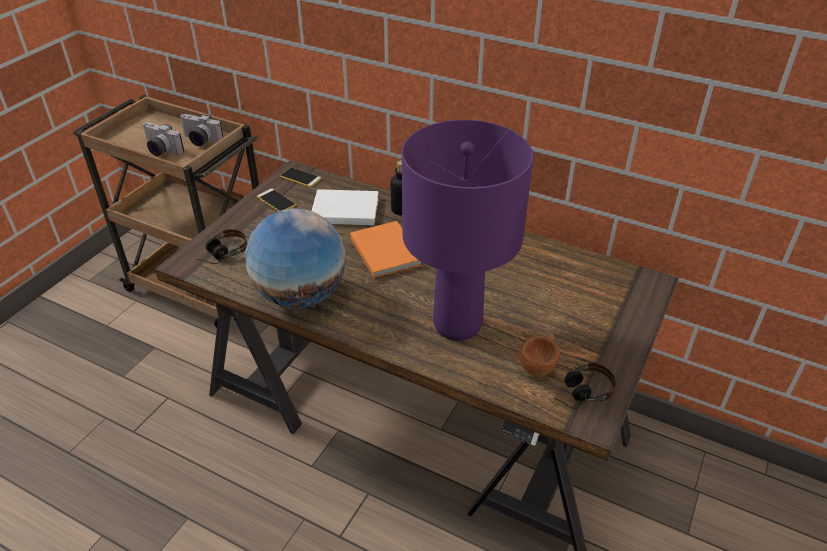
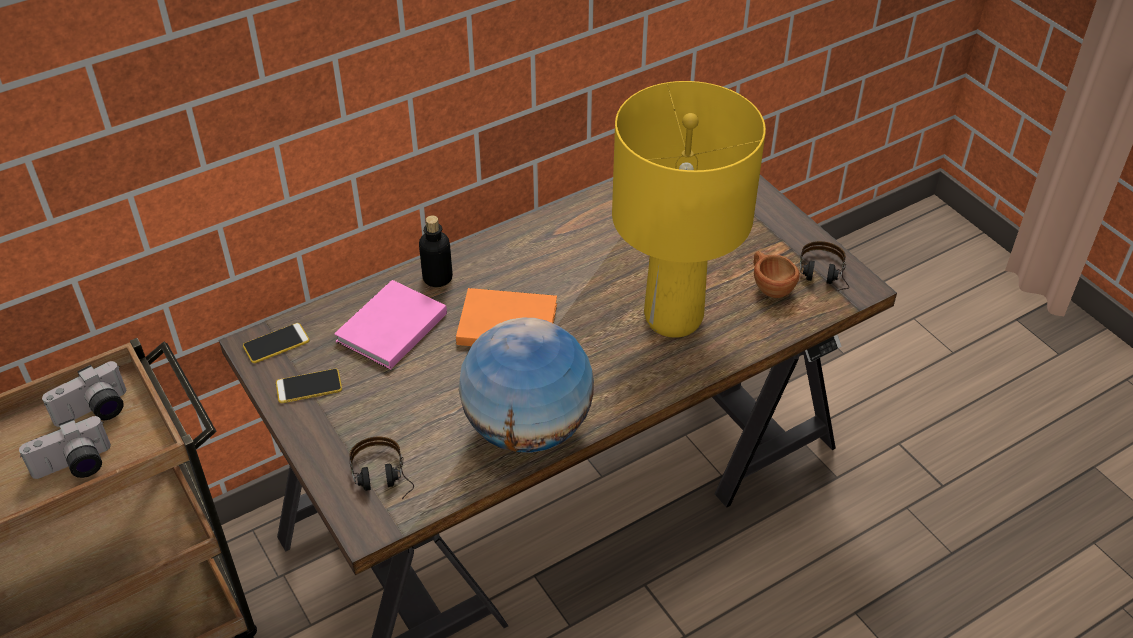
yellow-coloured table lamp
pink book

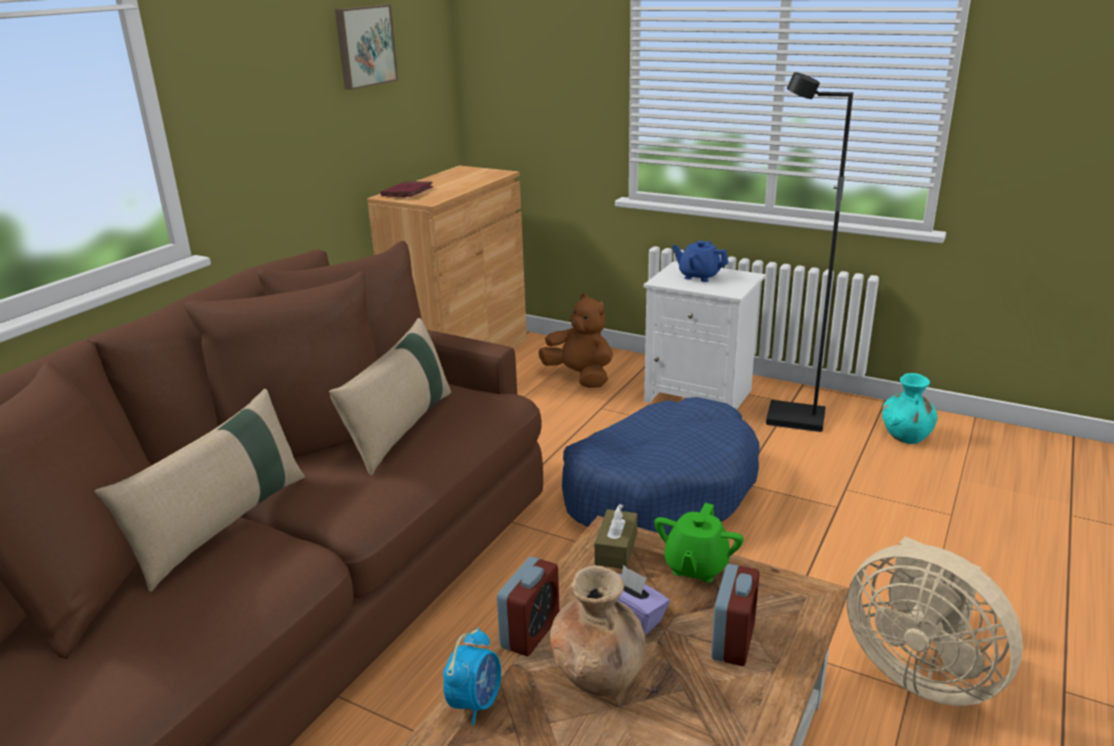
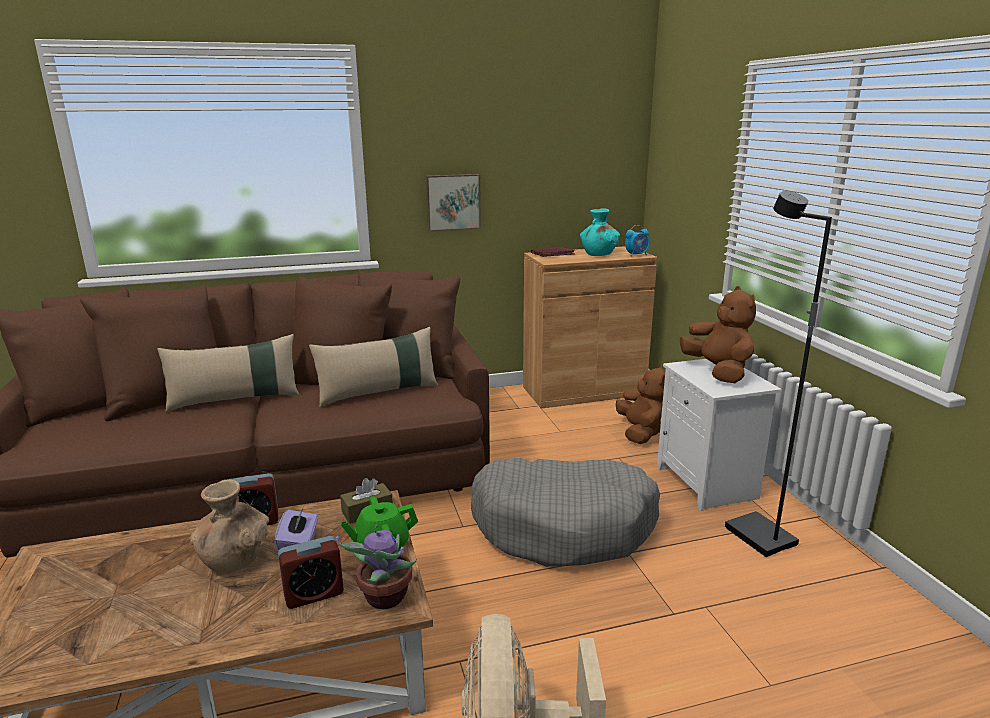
wall picture
brown cuddly toy (no. 2 from left)
turquoise-coloured decorative vase
grey pet bed
table clock (no. 3 from left)
plant in a pot

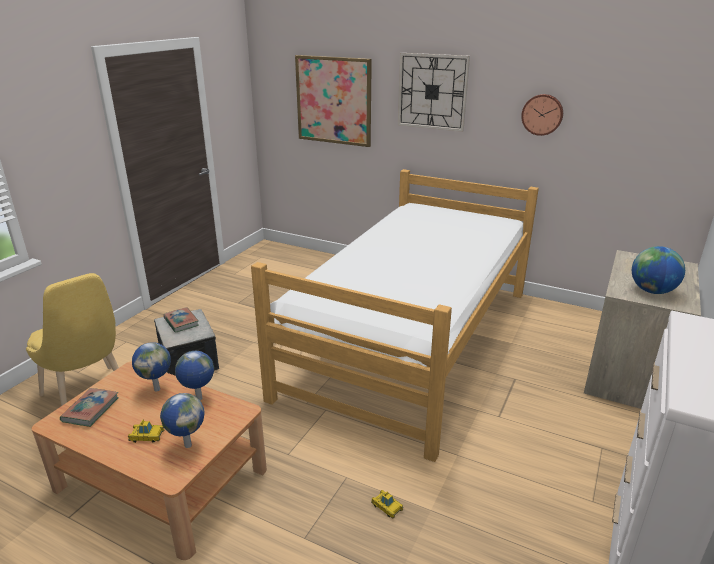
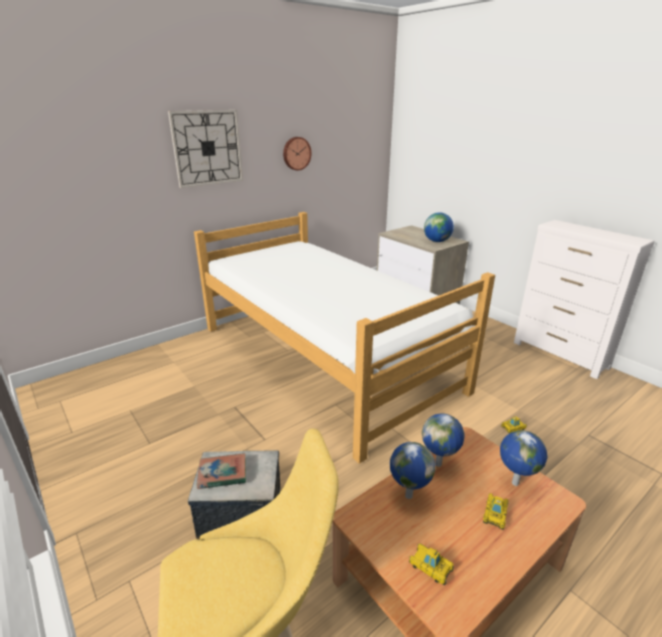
wall picture
miniature car (no. 1 from left)

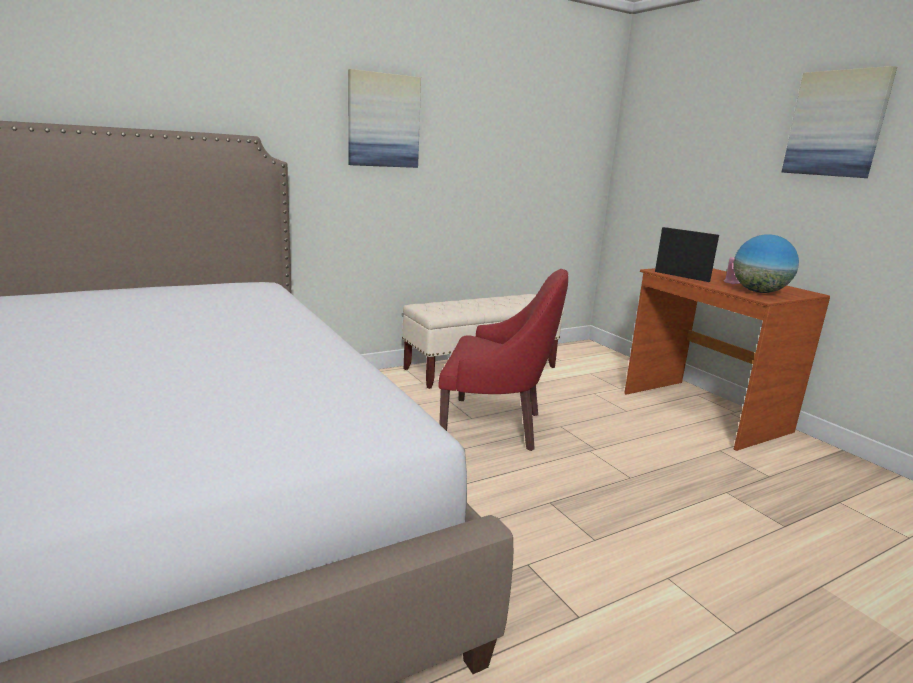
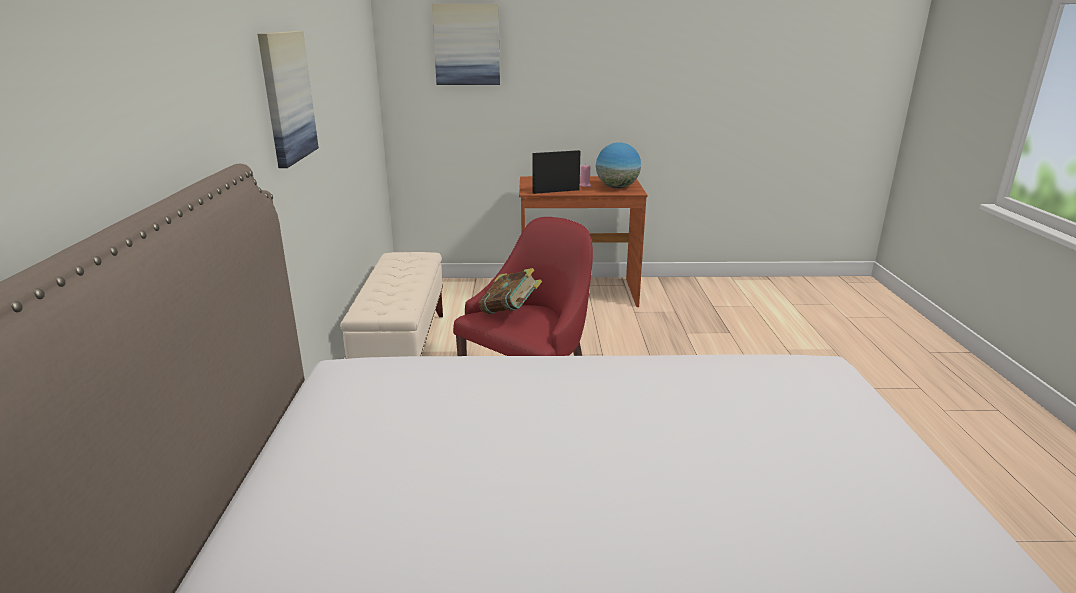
wall picture (no. 2 from left)
book

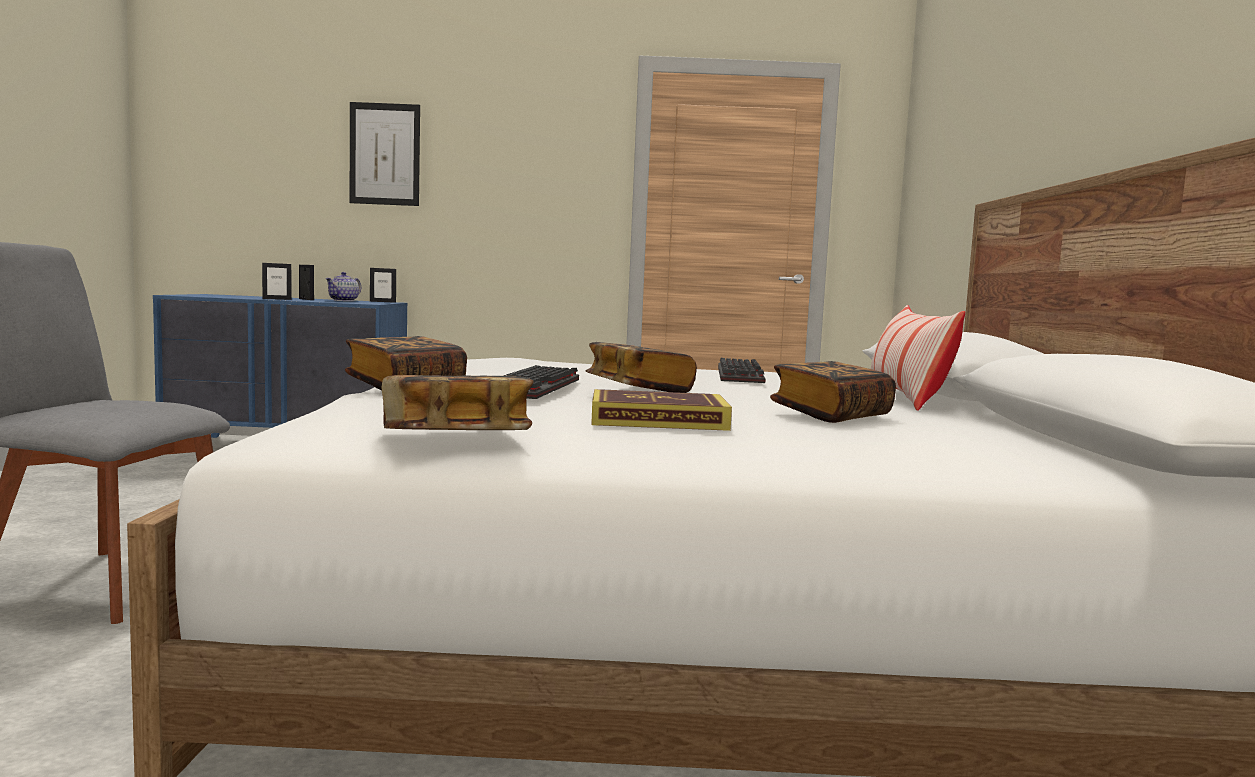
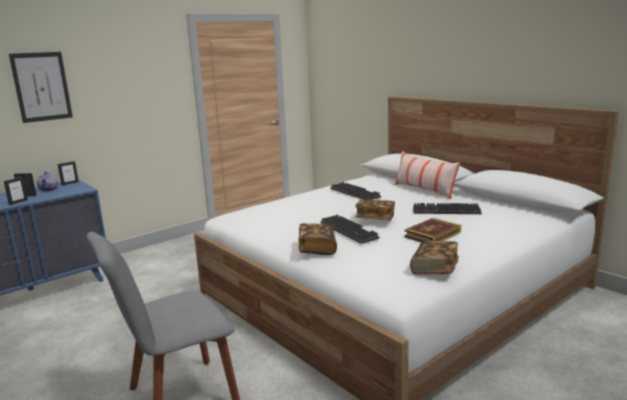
computer keyboard (no. 3 from left)

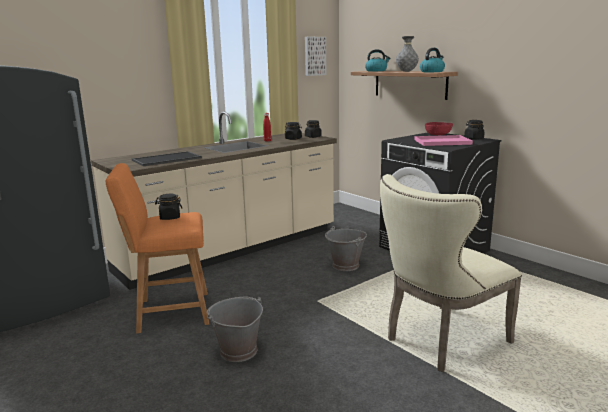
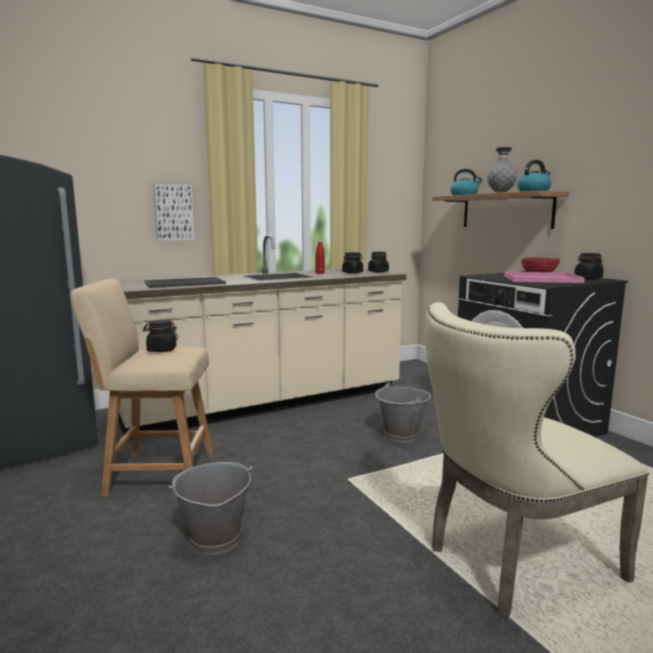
wall picture
beige-coloured stool seat

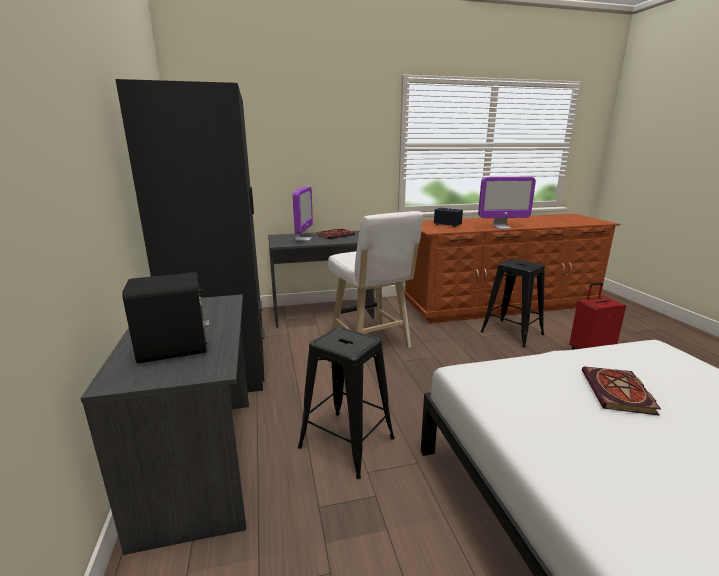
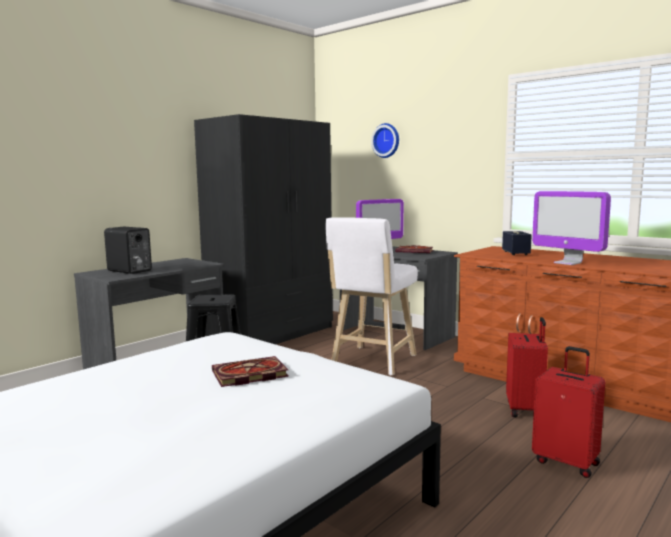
reddish piece of luggage (no. 1 from left)
wall clock

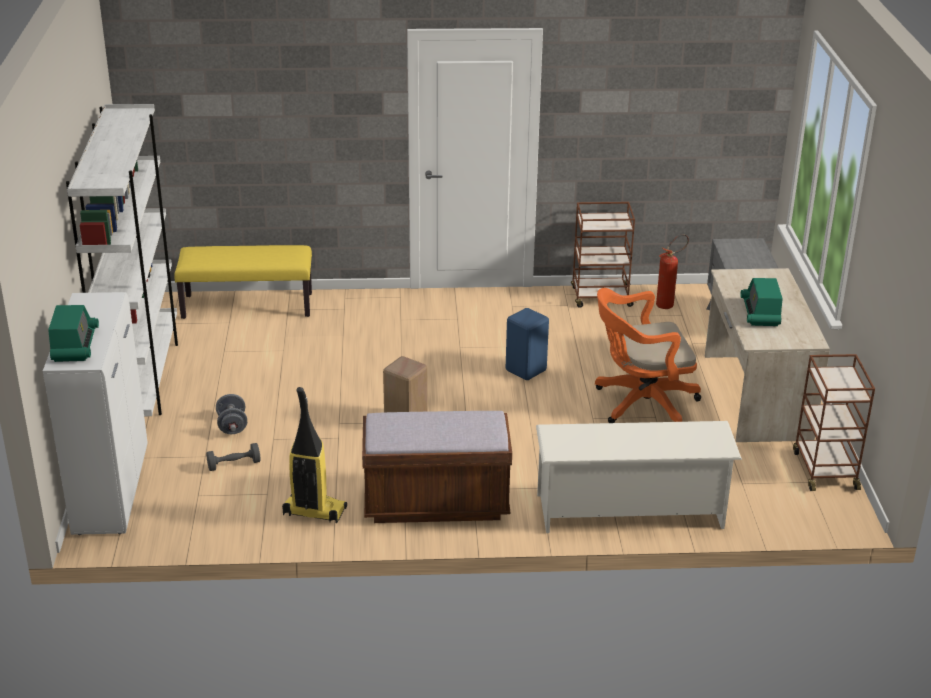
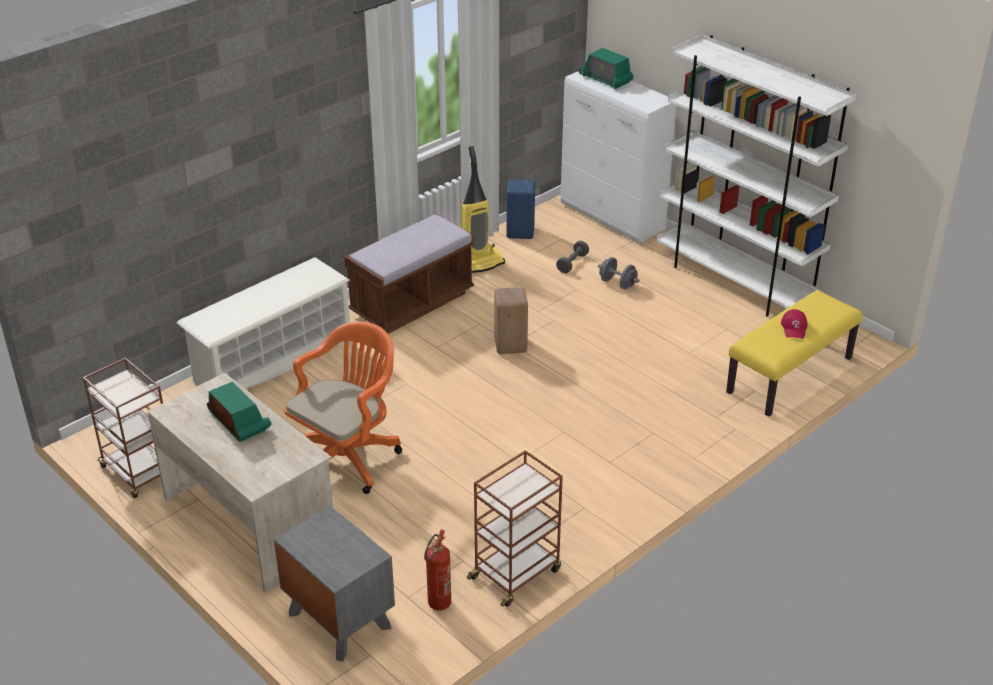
blue-coloured stool seat
reddish peaked cap

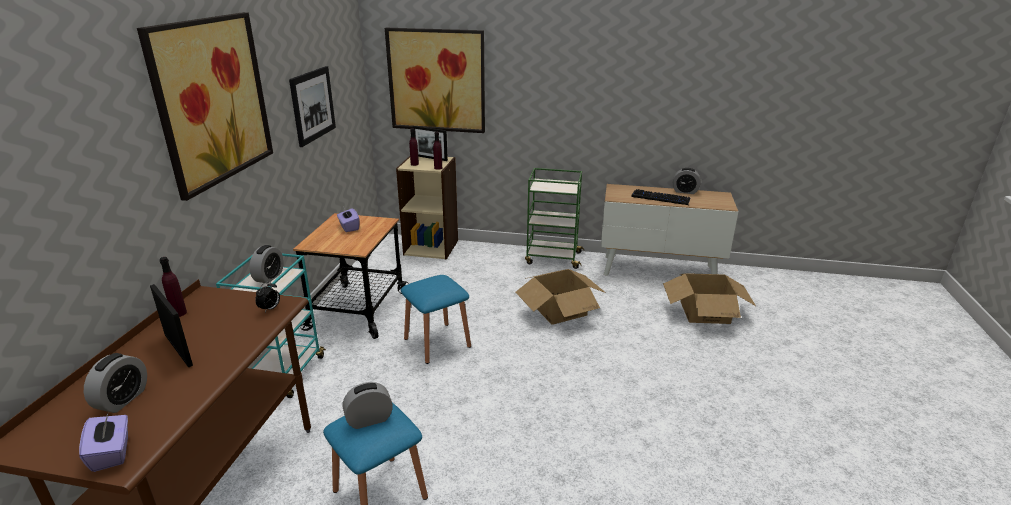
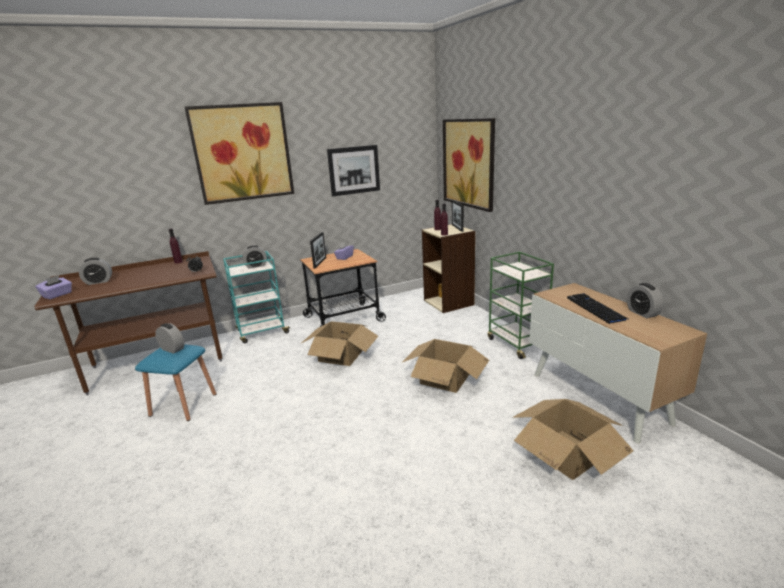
cardboard box (no. 1 from left)
standing frame (no. 1 from left)

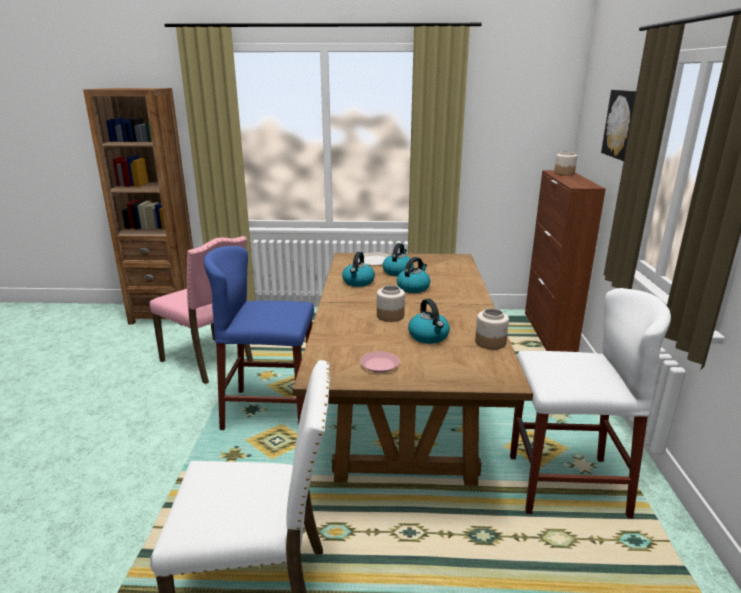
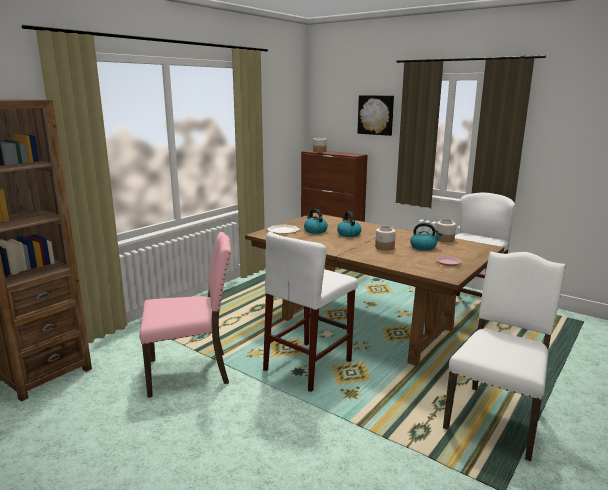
whitish stool seat (no. 1 from left)
tea kettle (no. 1 from left in the first image)

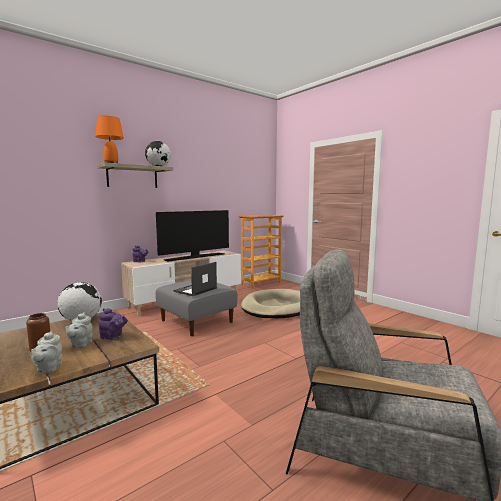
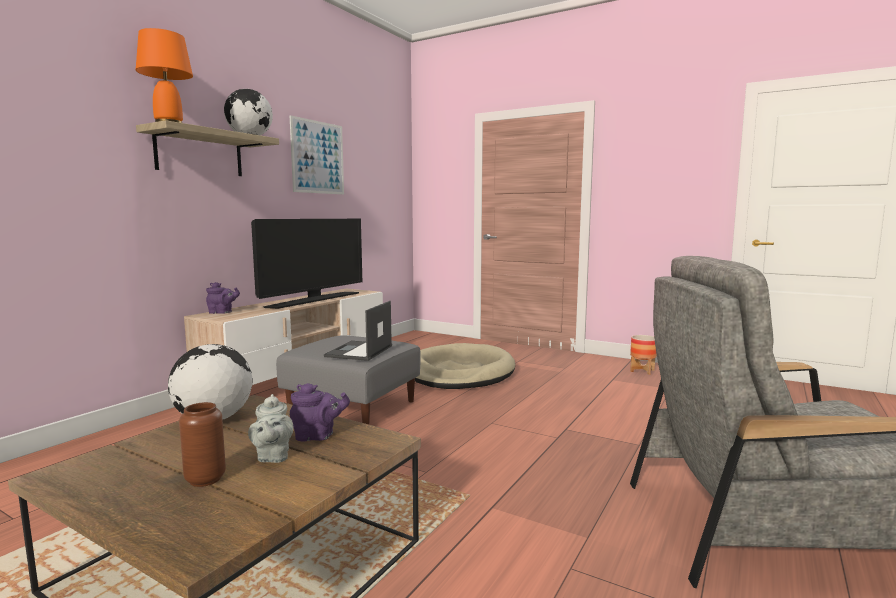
shelving unit
grey tea pot (no. 1 from left in the first image)
wall picture
planter

